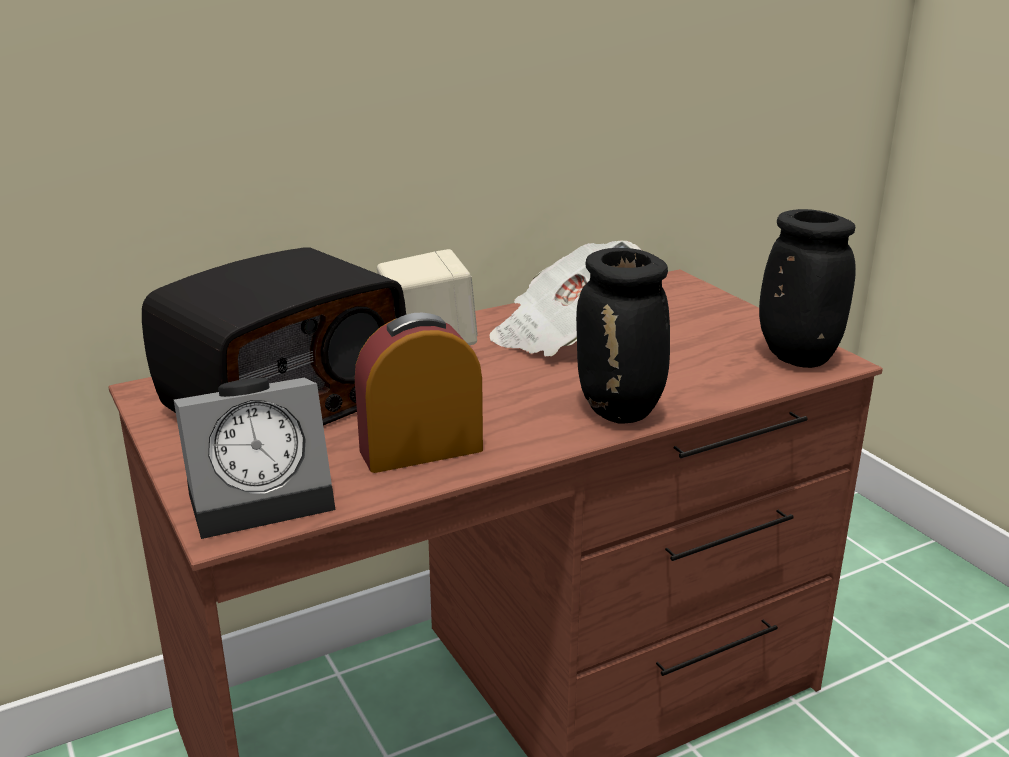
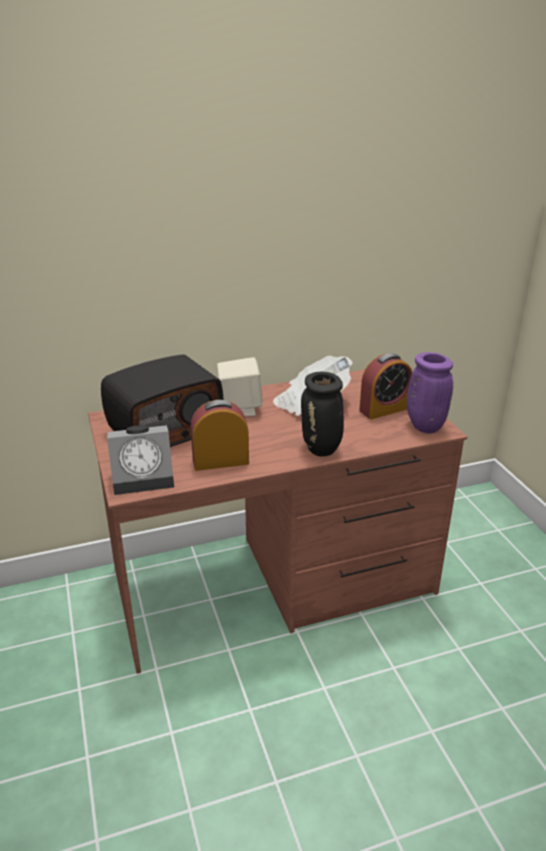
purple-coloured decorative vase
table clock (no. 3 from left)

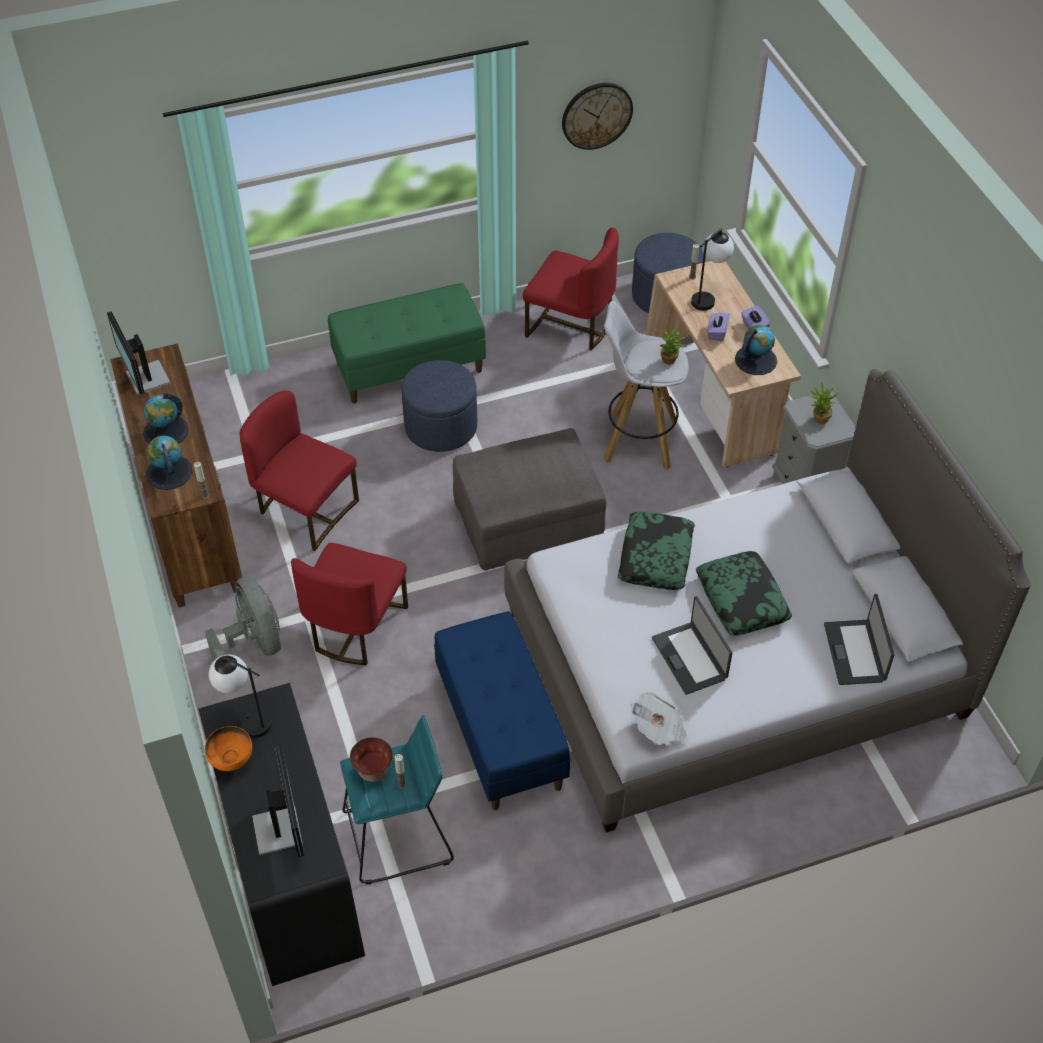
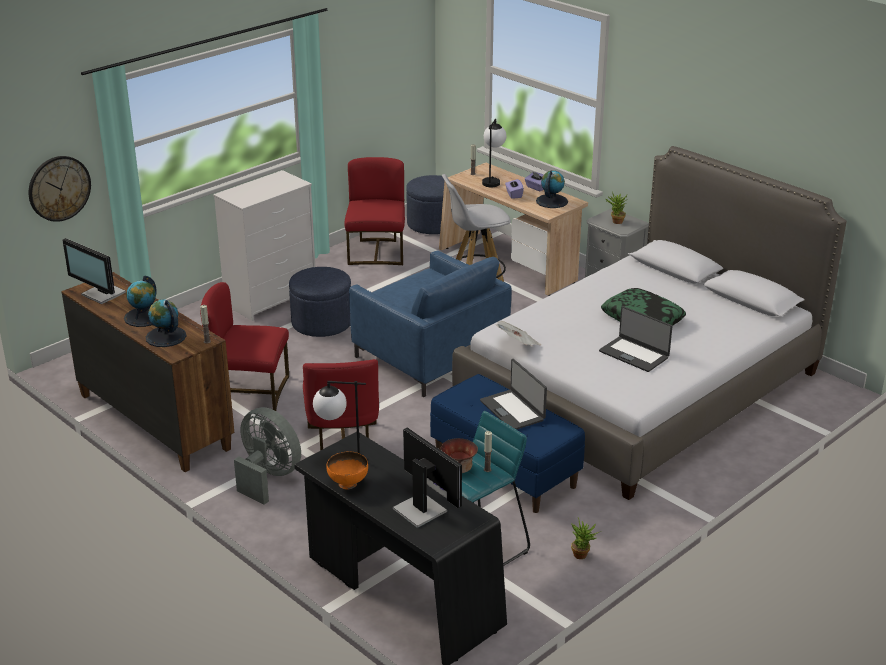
wall clock
reddish plain chair (no. 3 from left)
whitish chest of drawers
plant in a pot (no. 1 from left)
blue-coloured lounge chair
pillow (no. 1 from left in the first image)
notebook computer (no. 1 from left)
newspaper

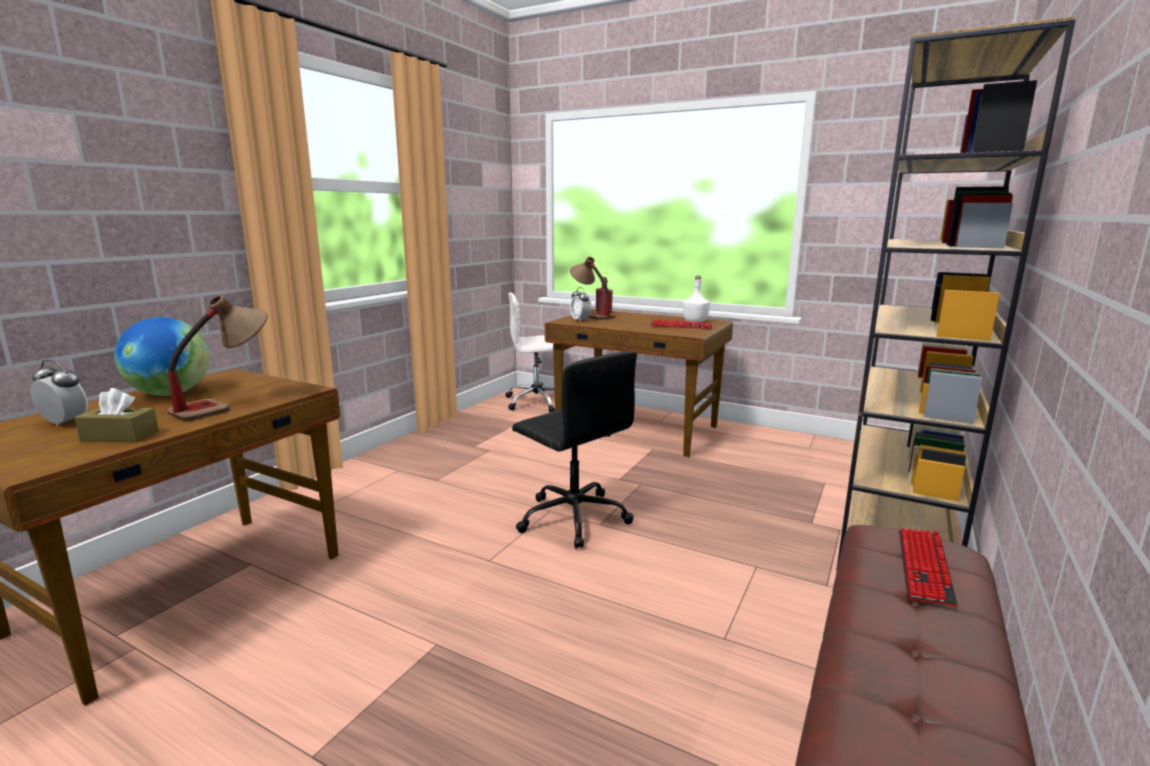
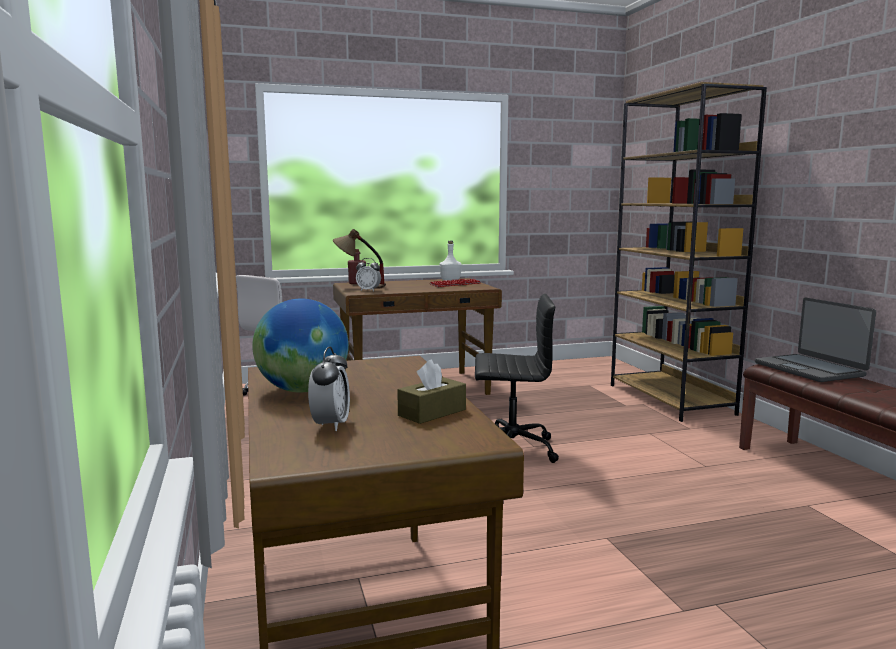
table lamp (no. 1 from left in the first image)
table clock (no. 1 from left)
notebook computer

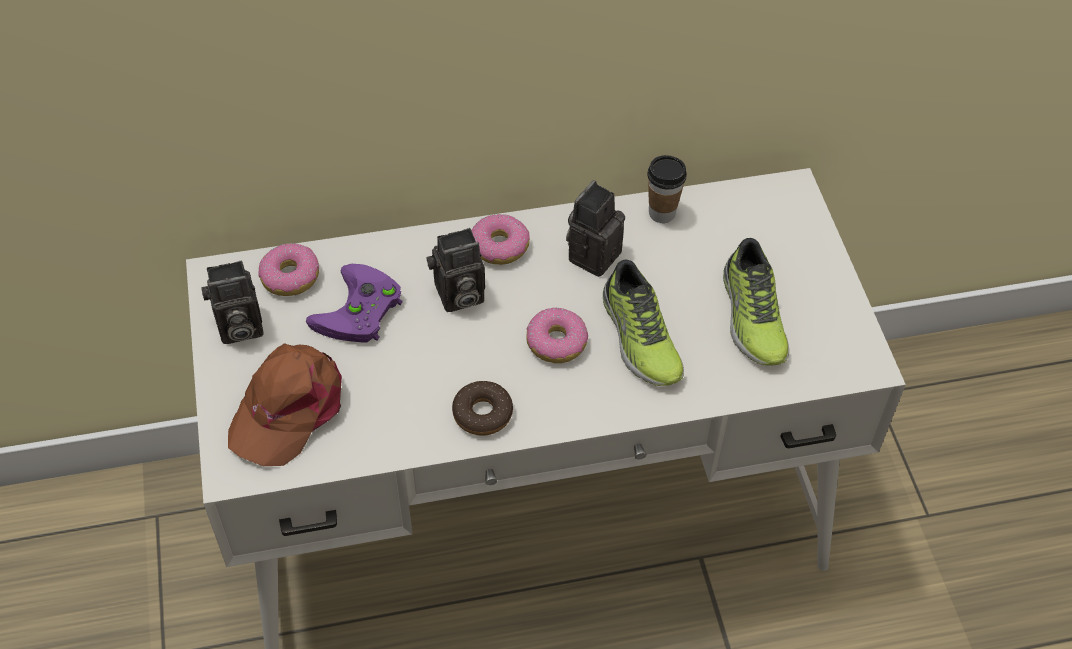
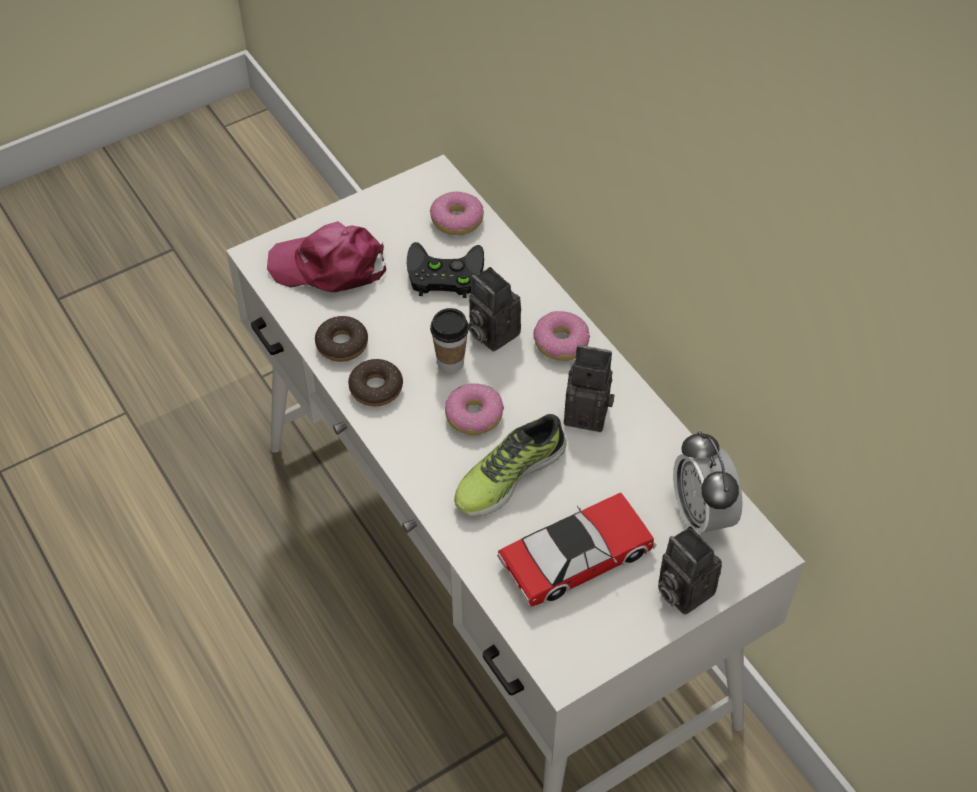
drinking cup
miniature car
still camera (no. 3 from left)
black game controller
pink peaked cap
donut (no. 1 from left)
table clock

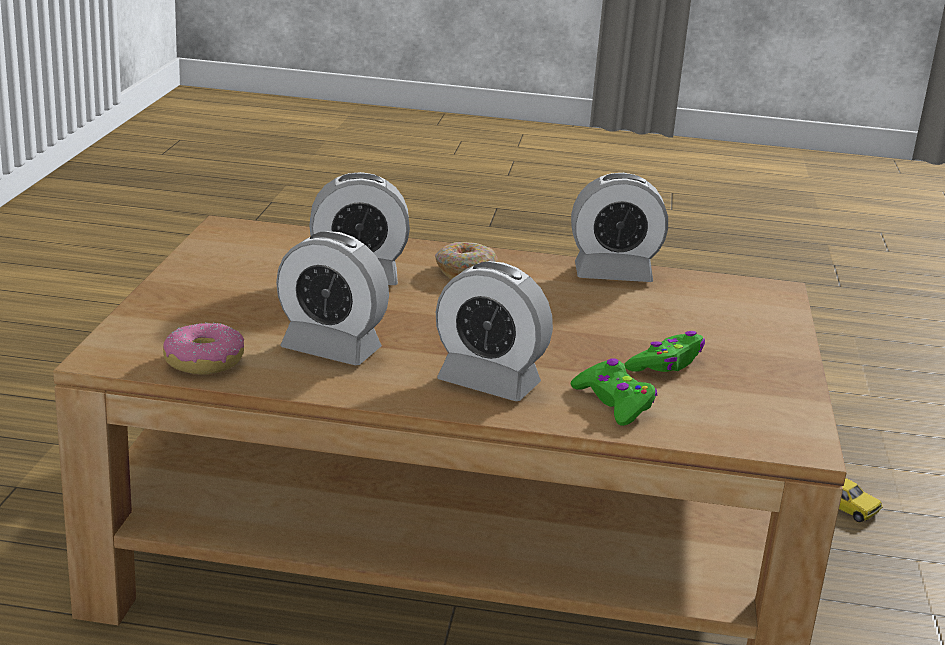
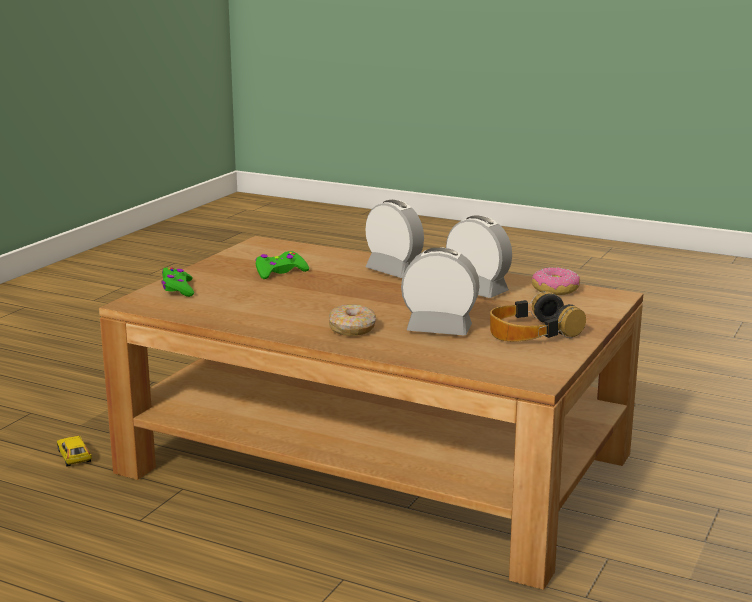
table clock (no. 4 from left in the first image)
greenish game controller (no. 1 from left)
headset

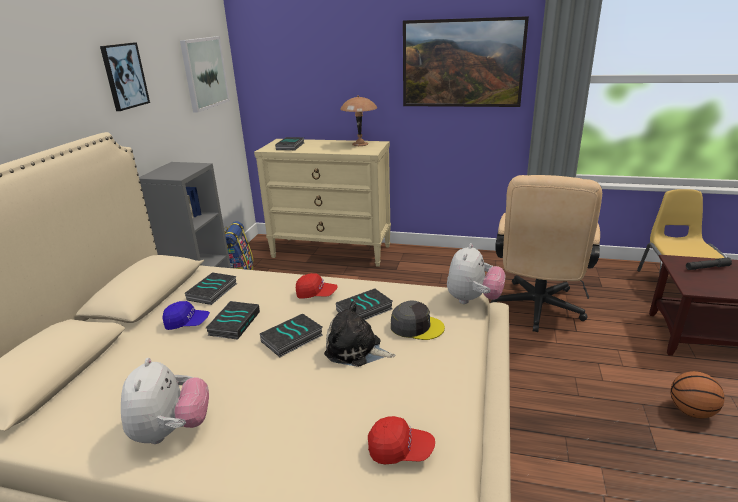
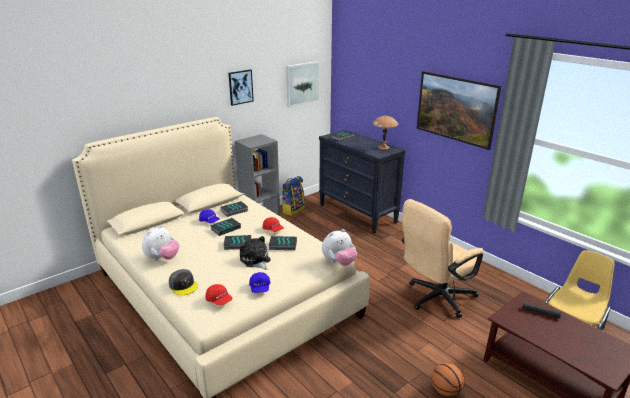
black chest of drawers
grey peaked cap
blue-coloured peaked cap (no. 2 from left)

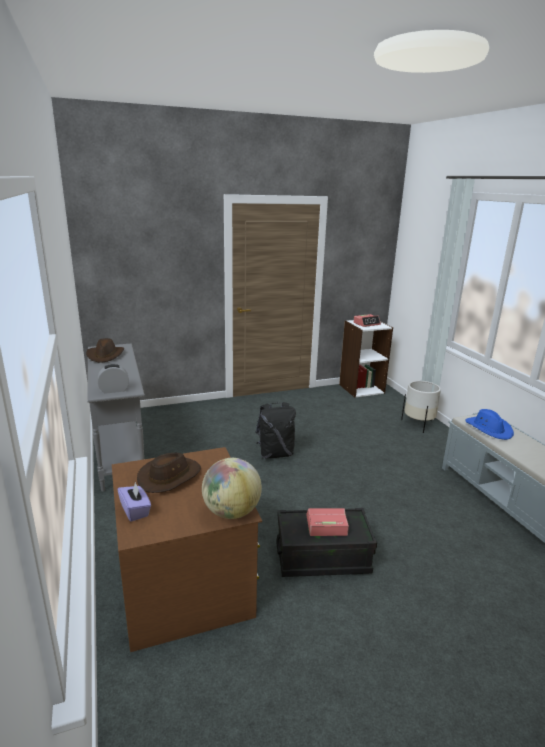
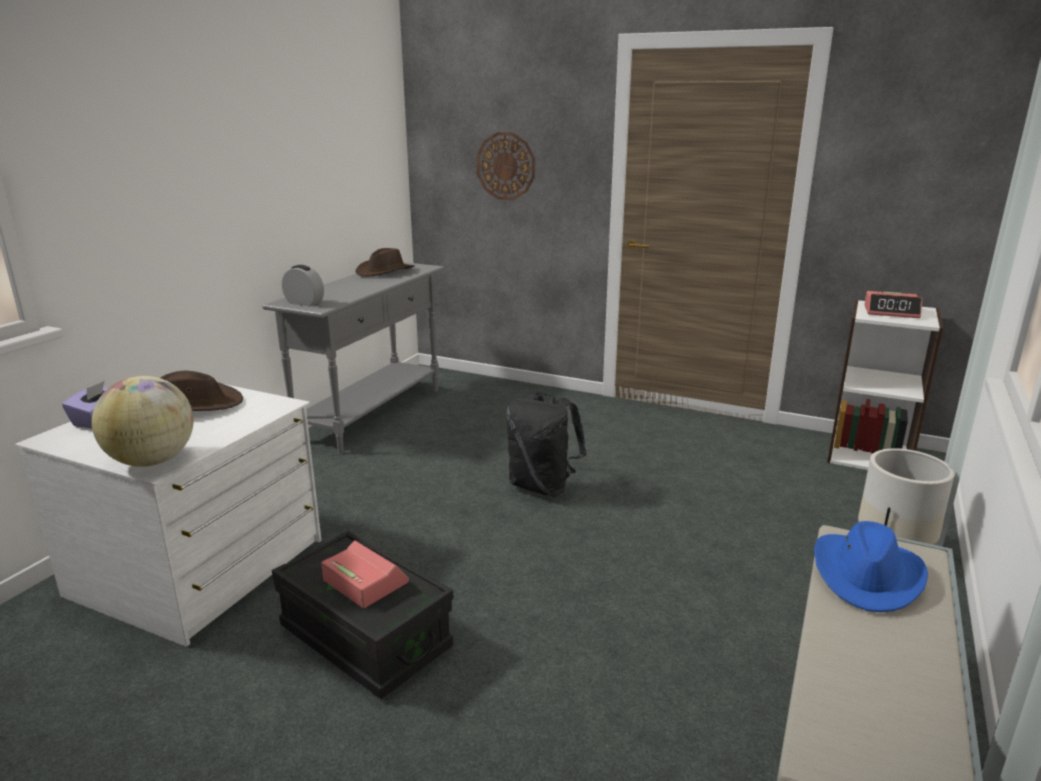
whitish chest of drawers
wall clock

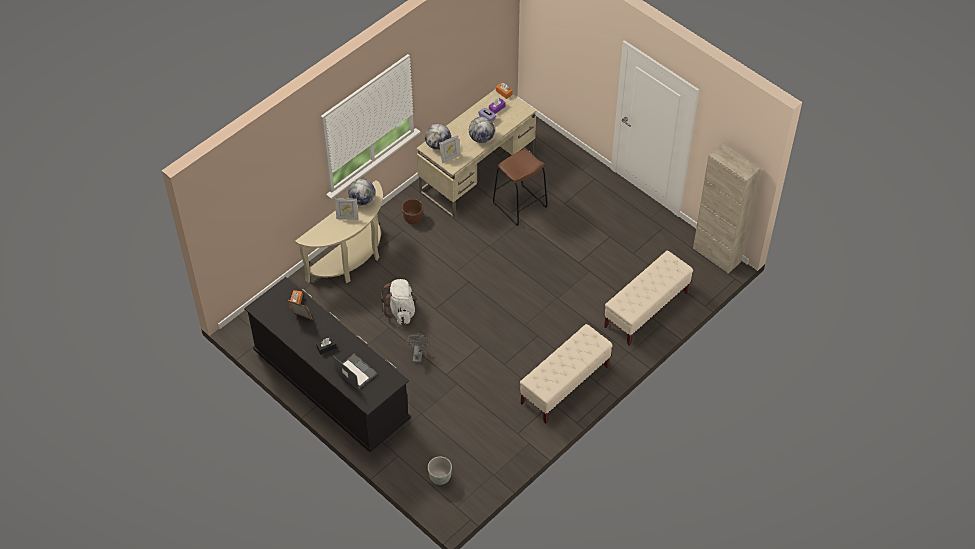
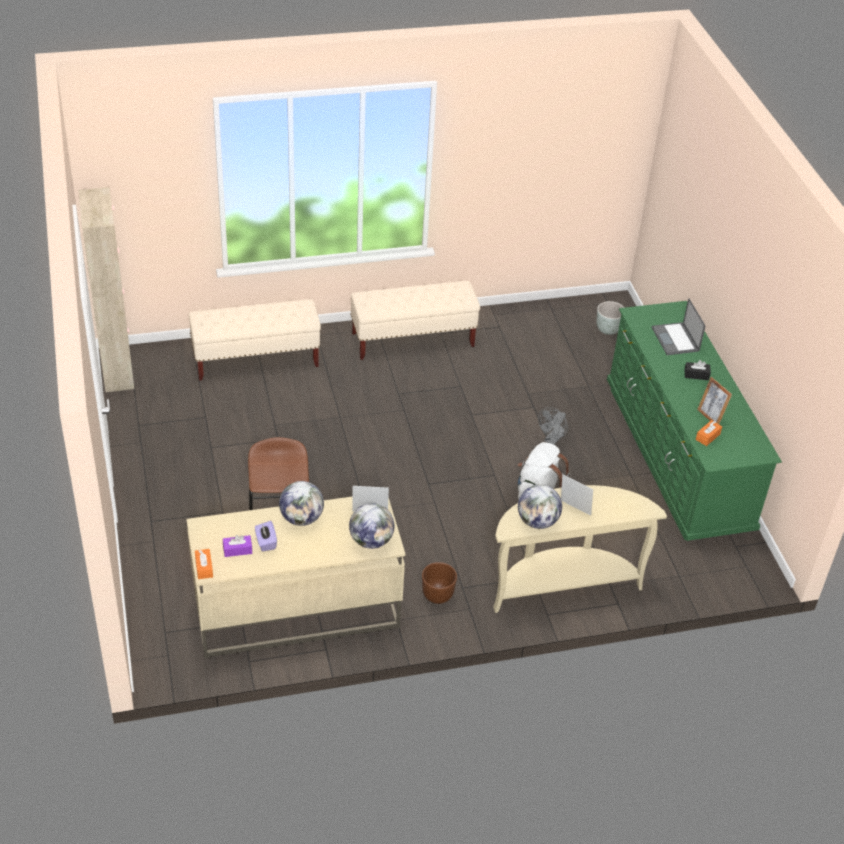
greenish chest of drawers

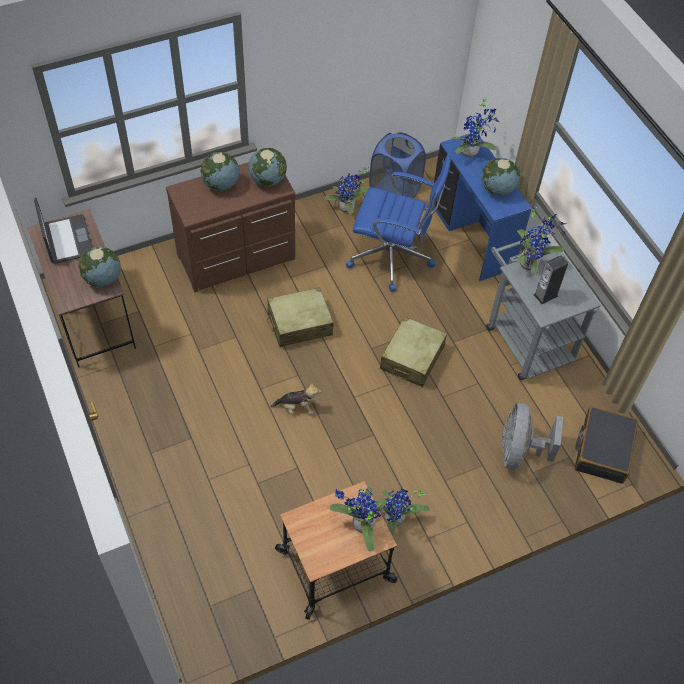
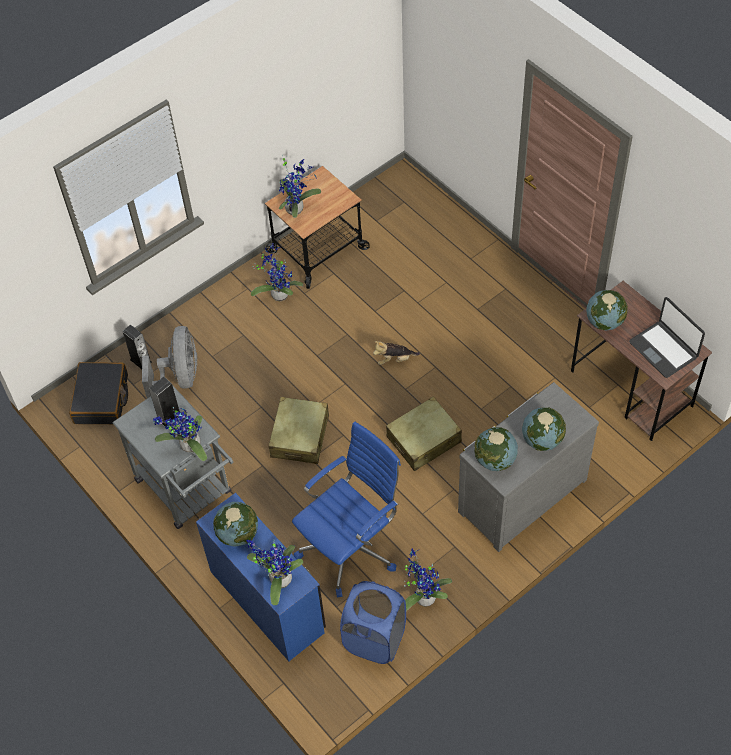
blue-coloured computer chair
grey chest of drawers
speaker (no. 1 from left)

